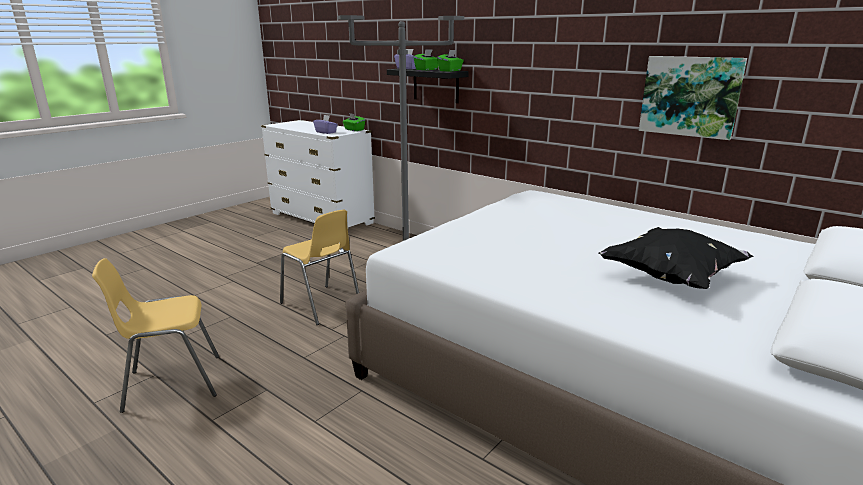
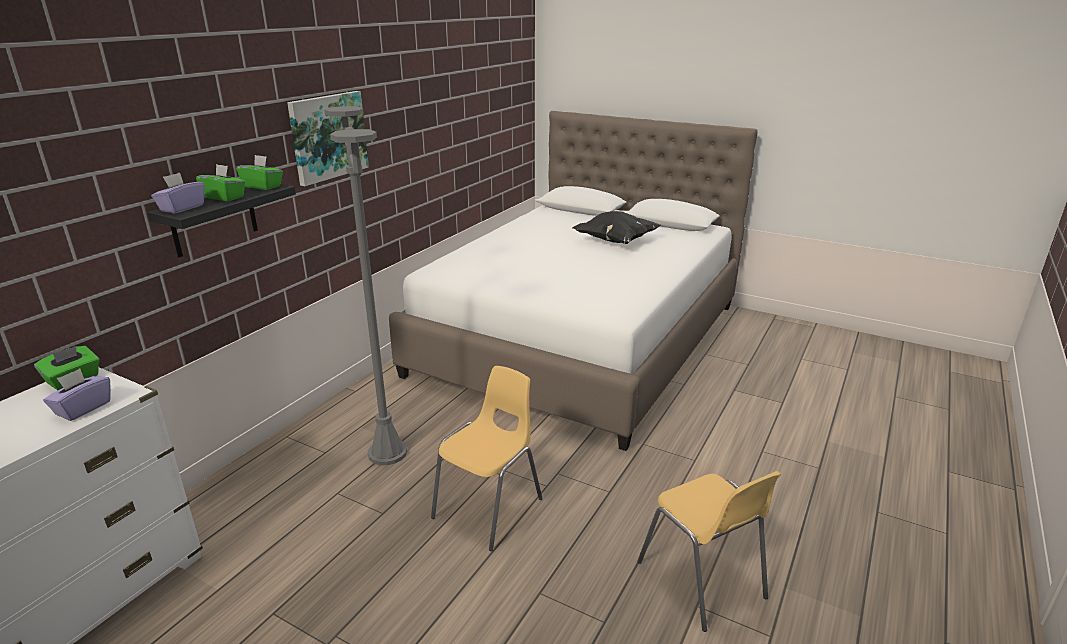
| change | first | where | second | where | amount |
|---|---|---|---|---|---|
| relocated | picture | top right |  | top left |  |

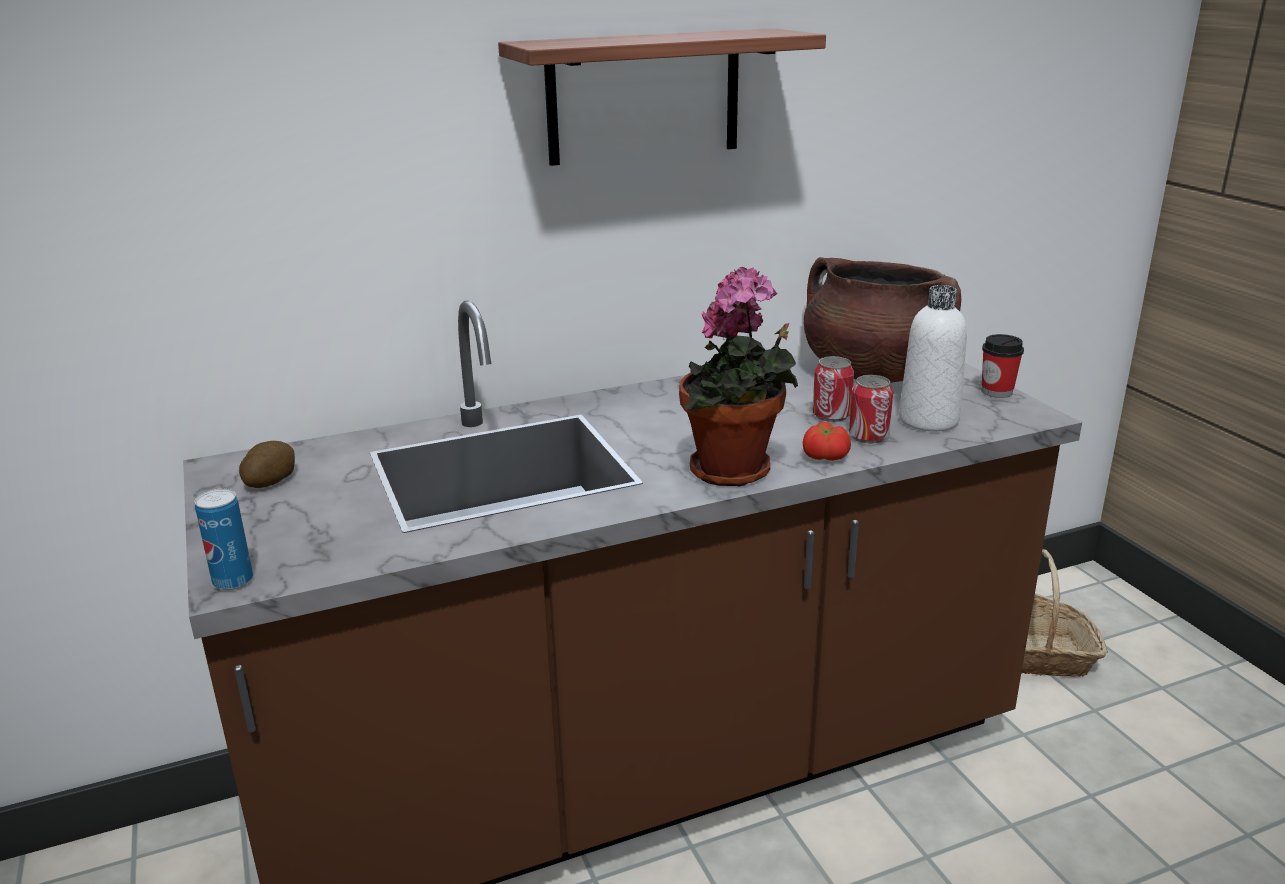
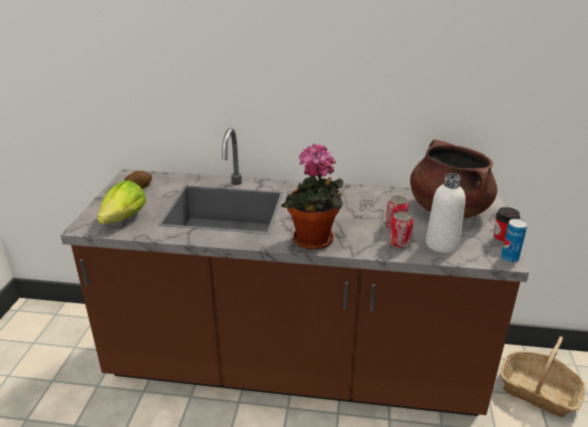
| change | first | where | second | where | amount |
|---|---|---|---|---|---|
| missing | shelf | top centre |  |  |  |
| missing | tomato | centre |  |  |  |
| relocated | can (no. 1 from left in the first image) | middle left | can (no. 3 from left) | middle right |  |
| appeared |  |  | lettuce | middle left |  |

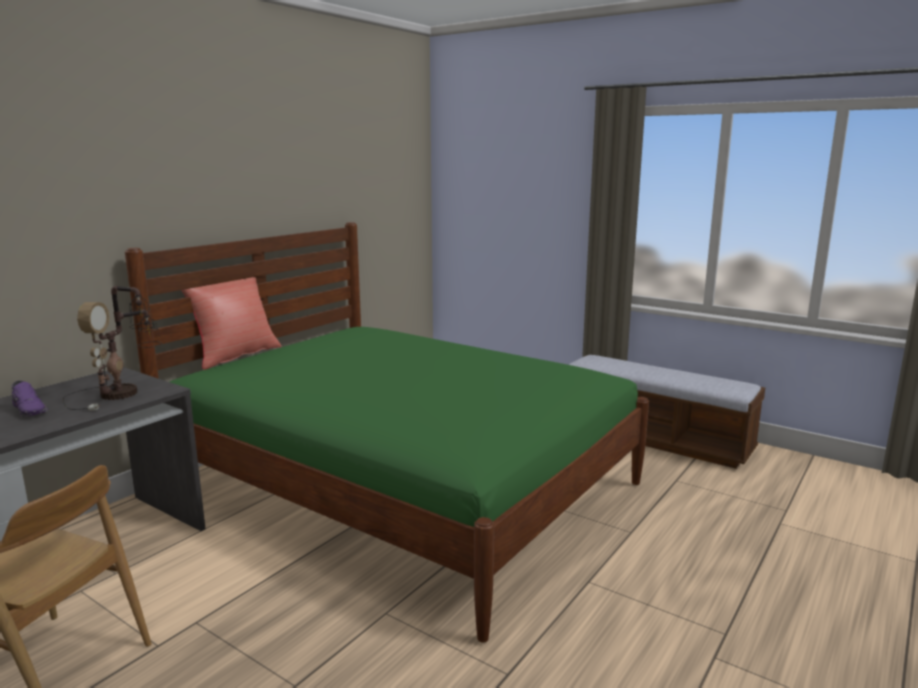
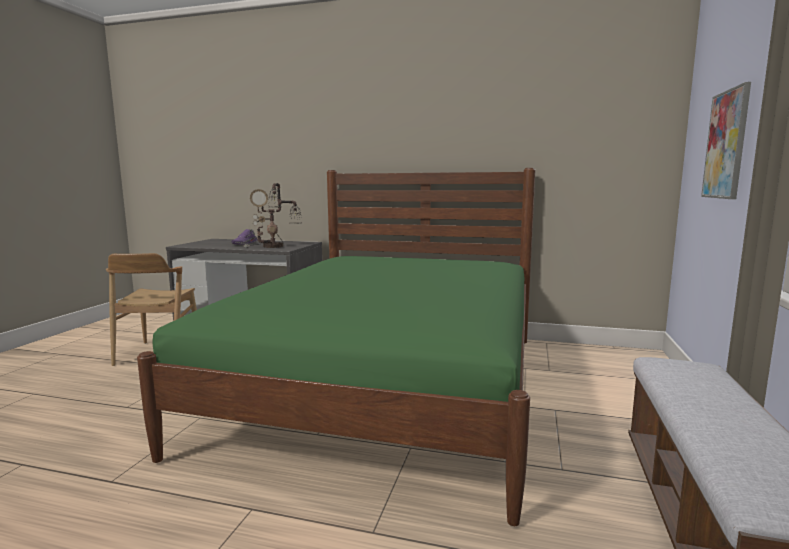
| change | first | where | second | where | amount |
|---|---|---|---|---|---|
| missing | red_pillow | middle left |  |  |  |
| appeared |  |  | picture | top right |  |

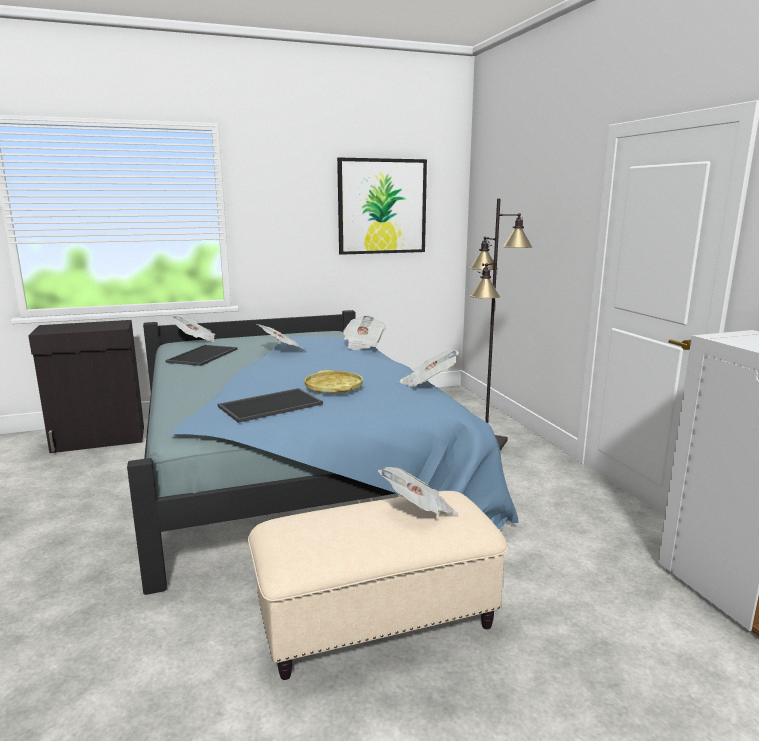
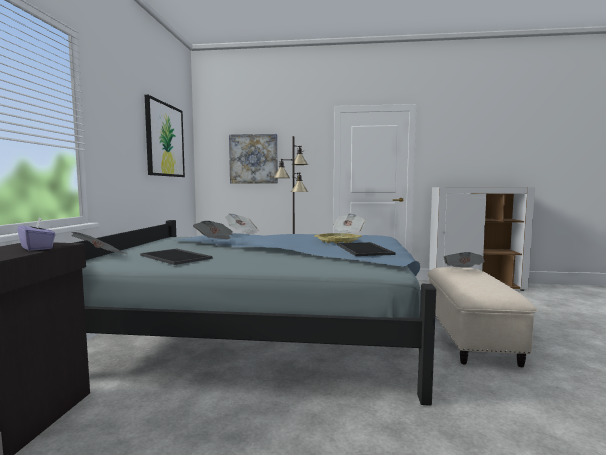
| change | first | where | second | where | amount |
|---|---|---|---|---|---|
| appeared |  |  | picture (no. 2 from left) | centre |  |
| appeared |  |  | purple_tissue_box | middle left |  |

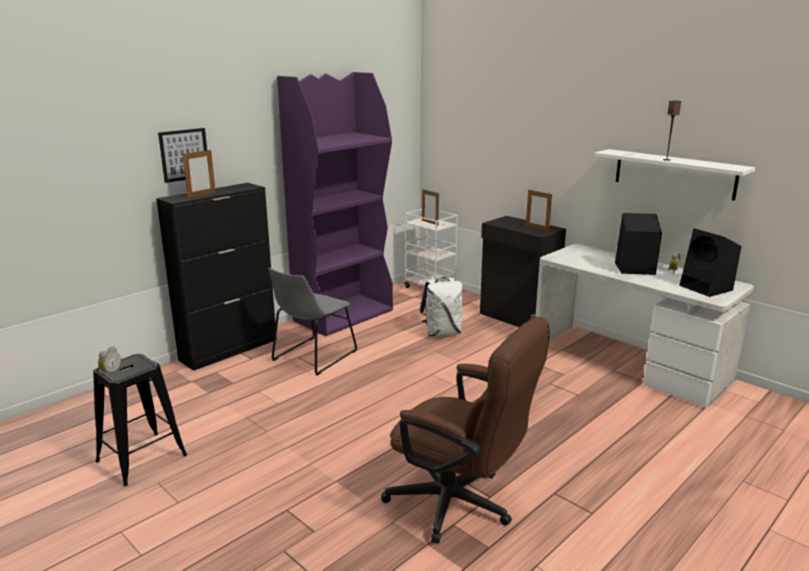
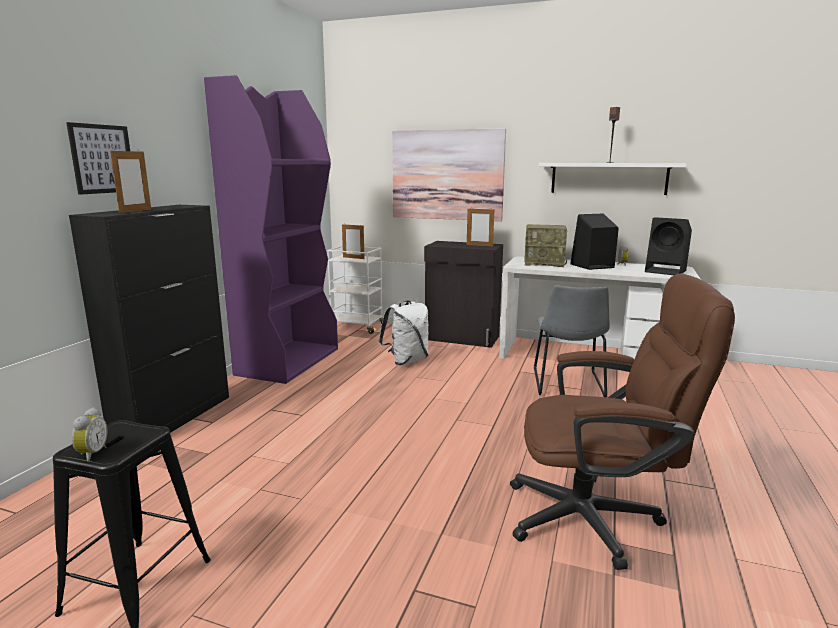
| change | first | where | second | where | amount |
|---|---|---|---|---|---|
| relocated | grey_chair | centre |  | middle right |  |
| appeared |  |  | picture (no. 2 from left) | top centre |  |
| appeared |  |  | radio | centre |  |

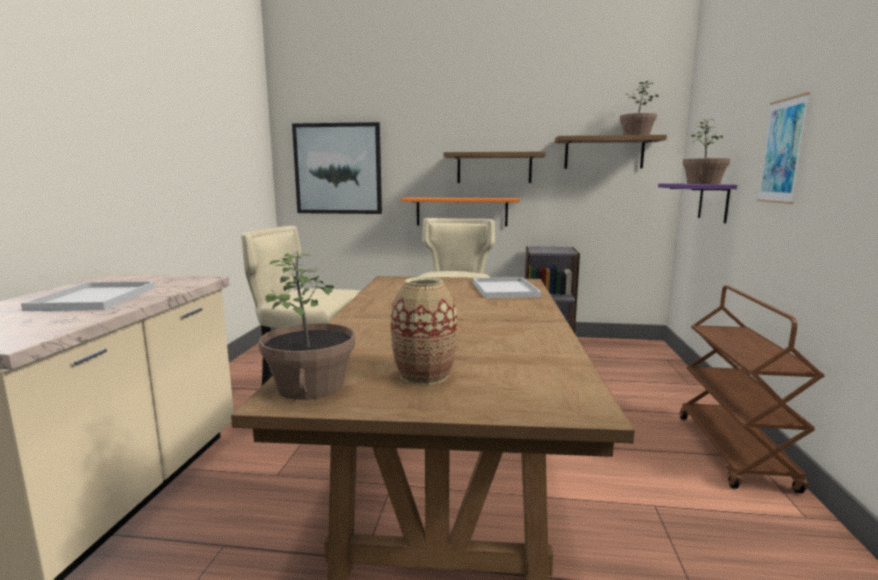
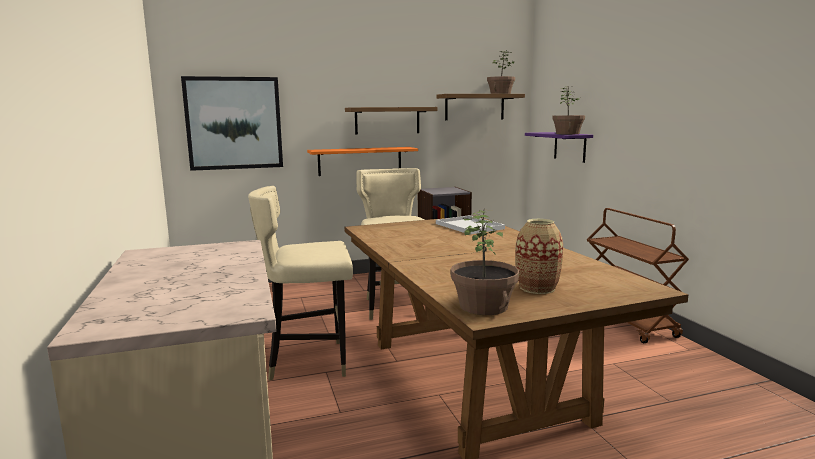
| change | first | where | second | where | amount |
|---|---|---|---|---|---|
| missing | picture (no. 2 from left) | top right |  |  |  |
| missing | white_tray (no. 1 from left) | middle left |  |  |  |

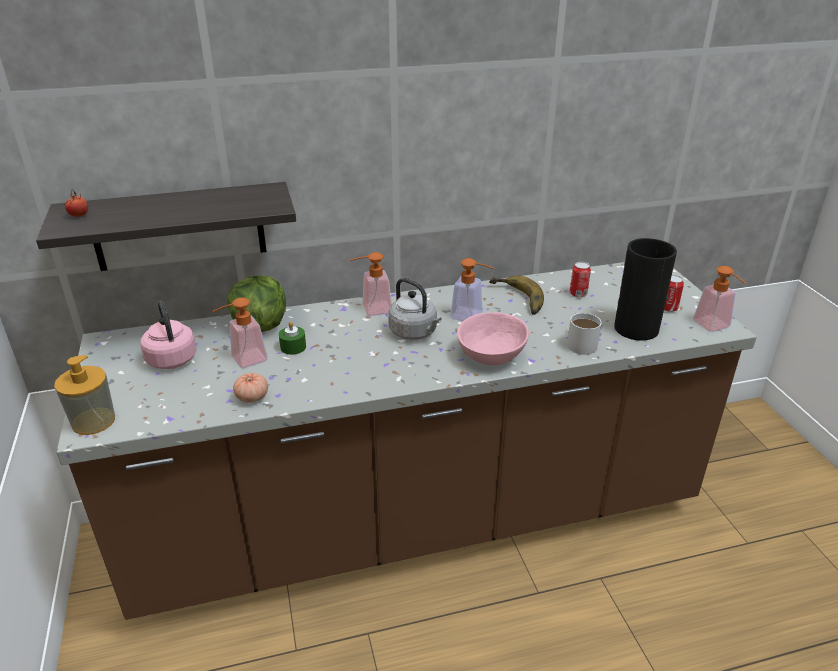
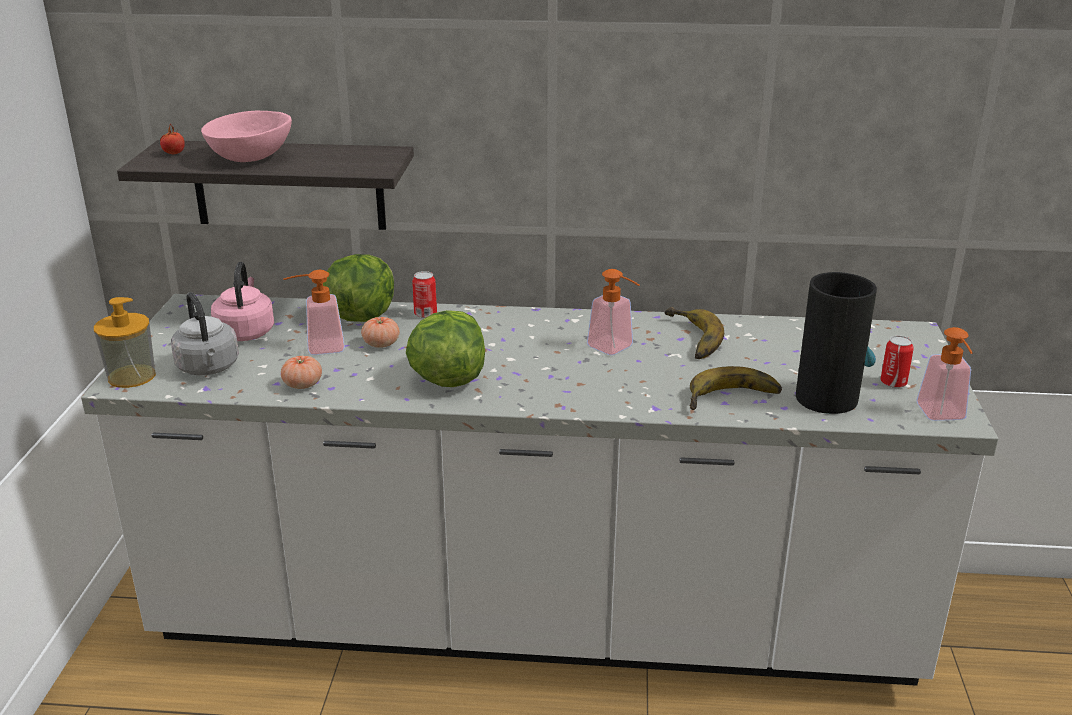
| change | first | where | second | where | amount |
|---|---|---|---|---|---|
| missing | soap_dispenser (no. 3 from left) | centre |  |  |  |
| colour | brown_counter | centre | white_counter | bottom centre |  |
| relocated | can (no. 1 from left) | middle right |  | centre |  |
| relocated | grey_kettle | centre |  | middle left |  |
| relocated | pink_bowl | centre |  | top left |  |
| exchanged | white_mug | middle right | banana (no. 2 from left) | middle right |  |
| exchanged | green_candle | centre | tomato (no. 3 from left) | centre |  |
| appeared |  |  | lettuce (no. 2 from left) | centre |  |

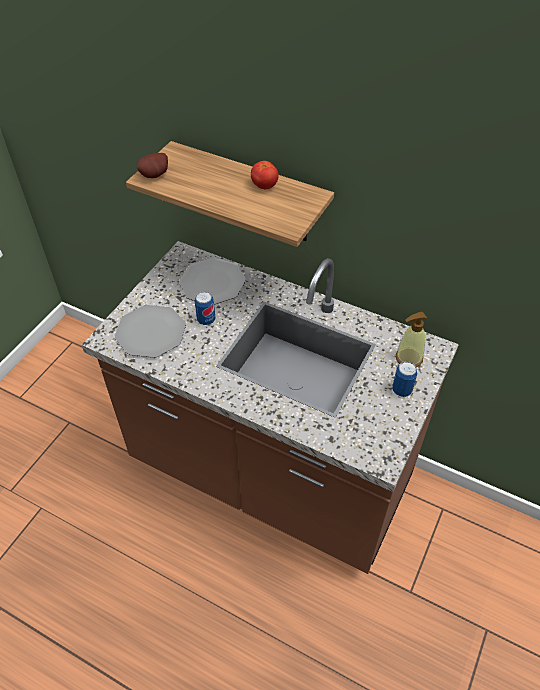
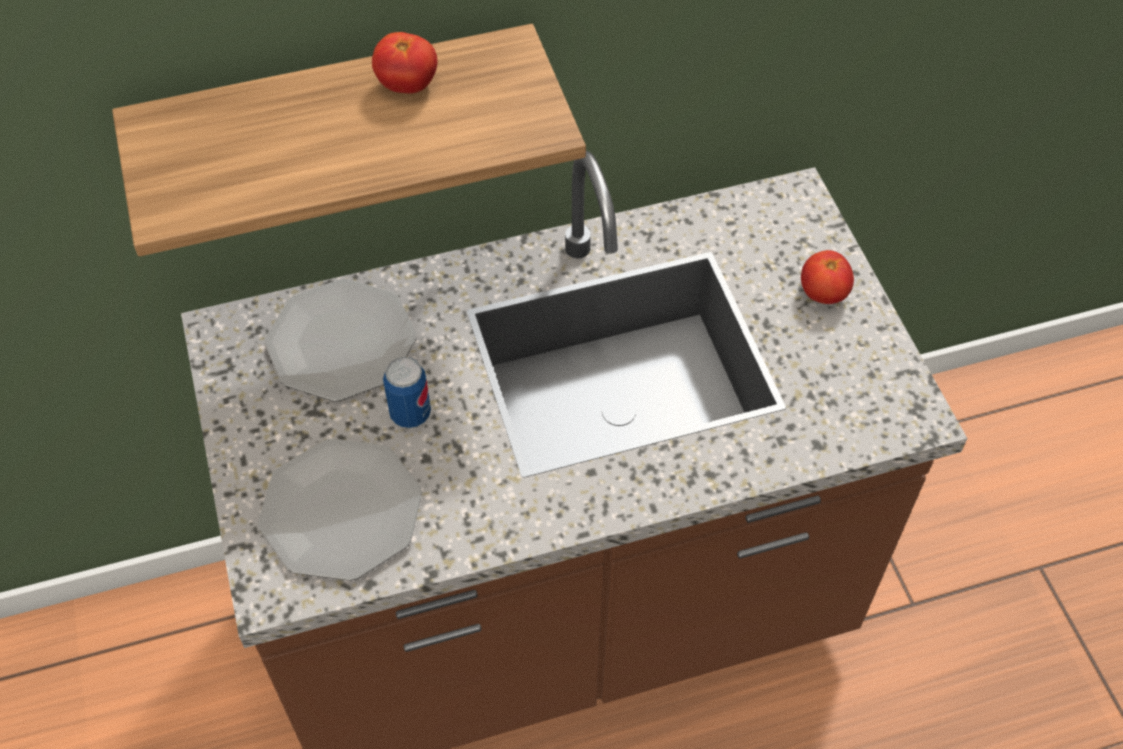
| change | first | where | second | where | amount |
|---|---|---|---|---|---|
| missing | potato | top left |  |  |  |
| missing | soap_dispenser | middle right |  |  |  |
| exchanged | can (no. 2 from left) | middle right | tomato (no. 2 from left) | middle right |  |

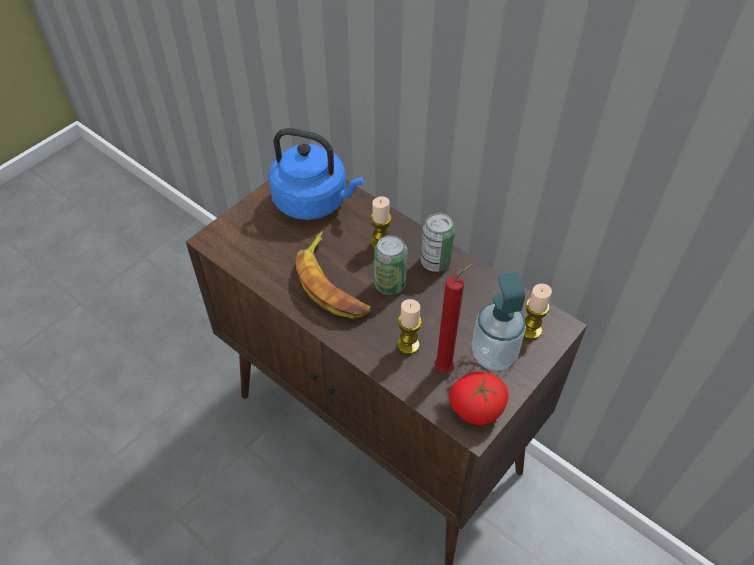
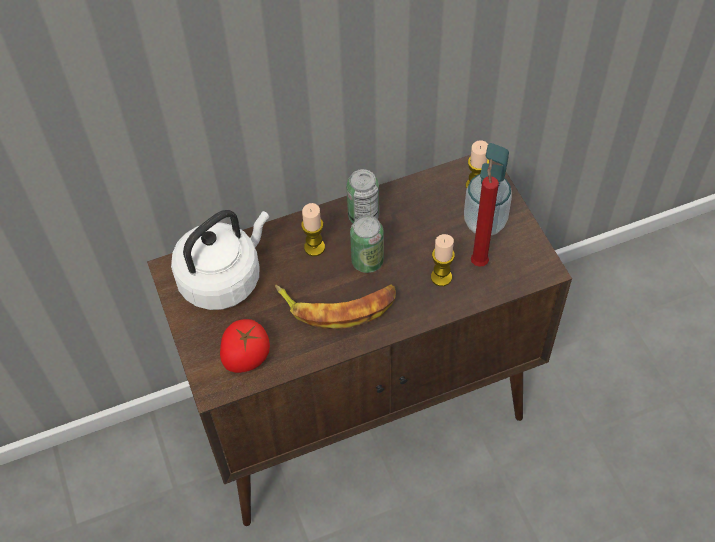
| change | first | where | second | where | amount |
|---|---|---|---|---|---|
| colour | blue_kettle | top centre | white_kettle | middle left |  |
| relocated | tomato | bottom centre |  | centre |  |

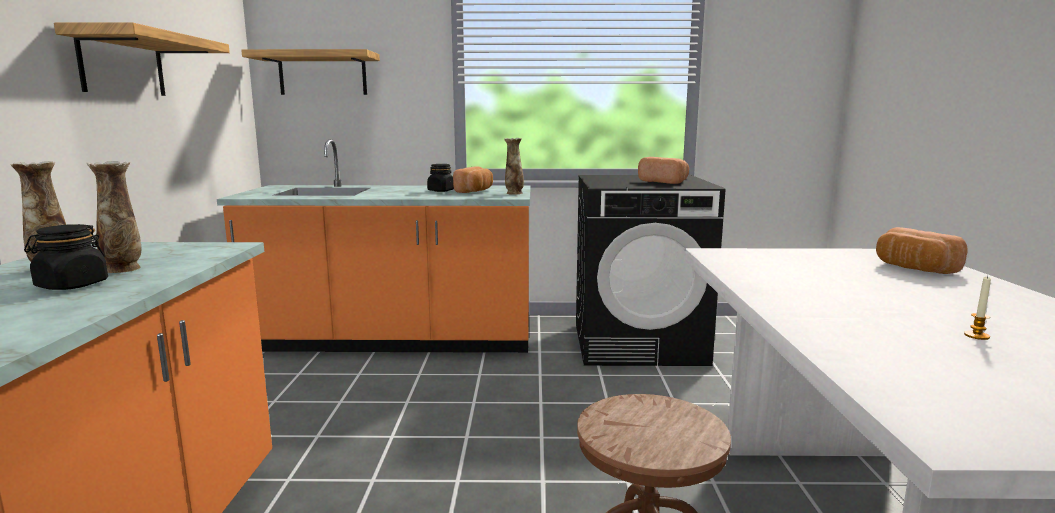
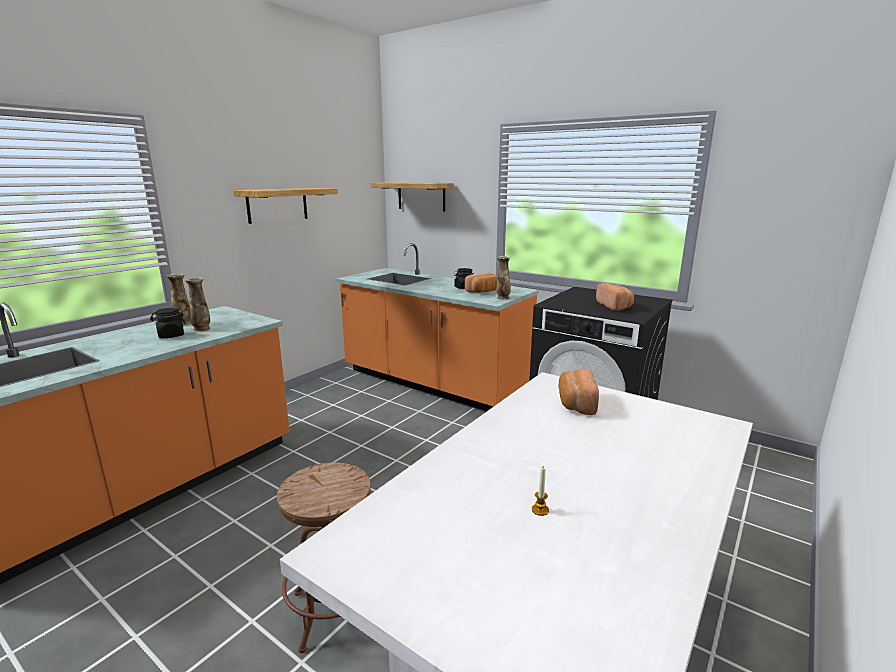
| change | first | where | second | where | amount |
|---|---|---|---|---|---|
| relocated | bread (no. 3 from left in the first image) | middle right | bread (no. 2 from left) | centre |  |

